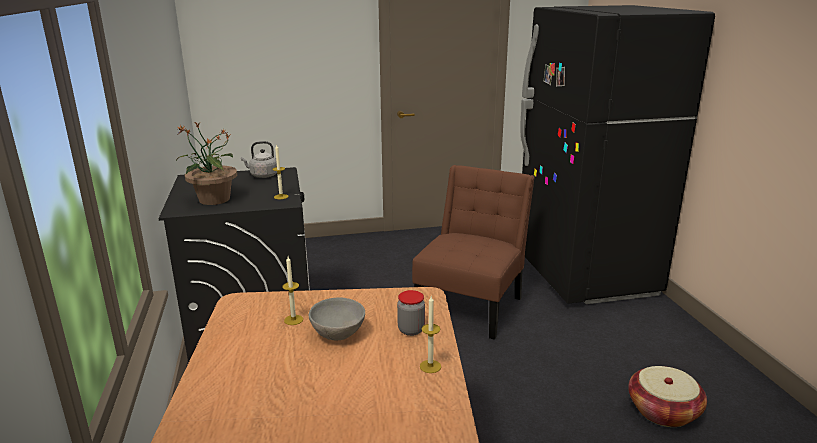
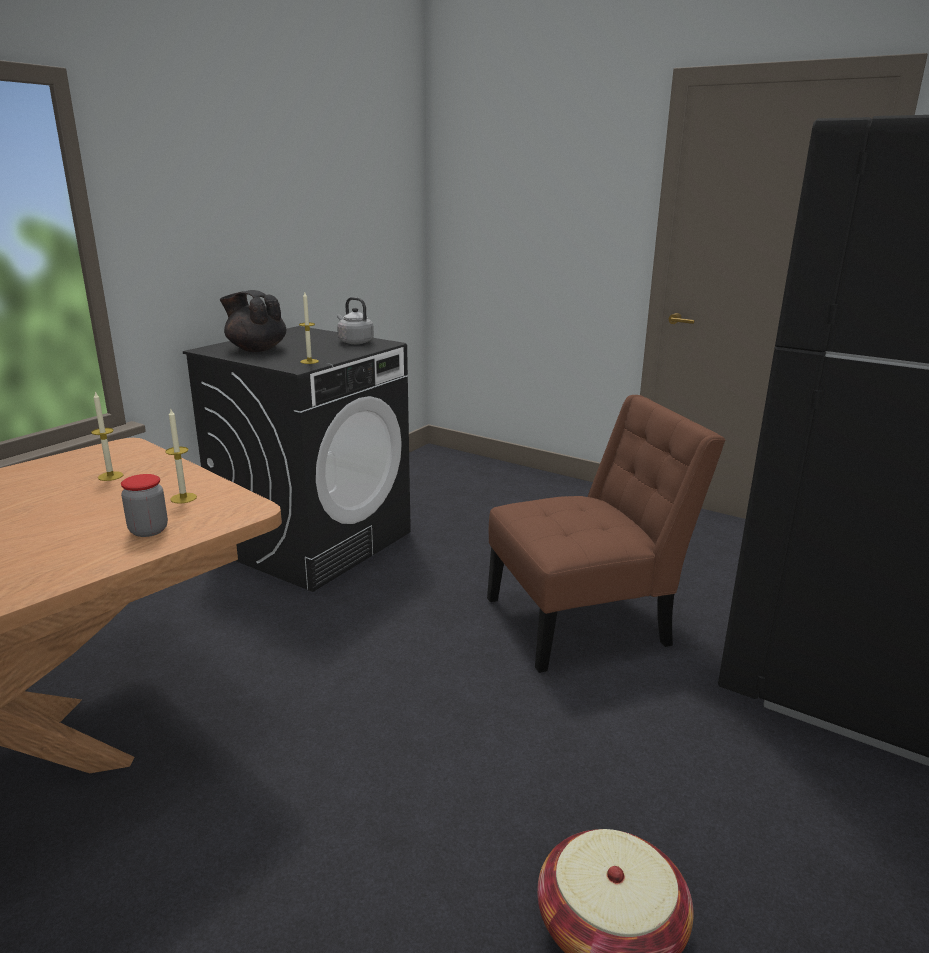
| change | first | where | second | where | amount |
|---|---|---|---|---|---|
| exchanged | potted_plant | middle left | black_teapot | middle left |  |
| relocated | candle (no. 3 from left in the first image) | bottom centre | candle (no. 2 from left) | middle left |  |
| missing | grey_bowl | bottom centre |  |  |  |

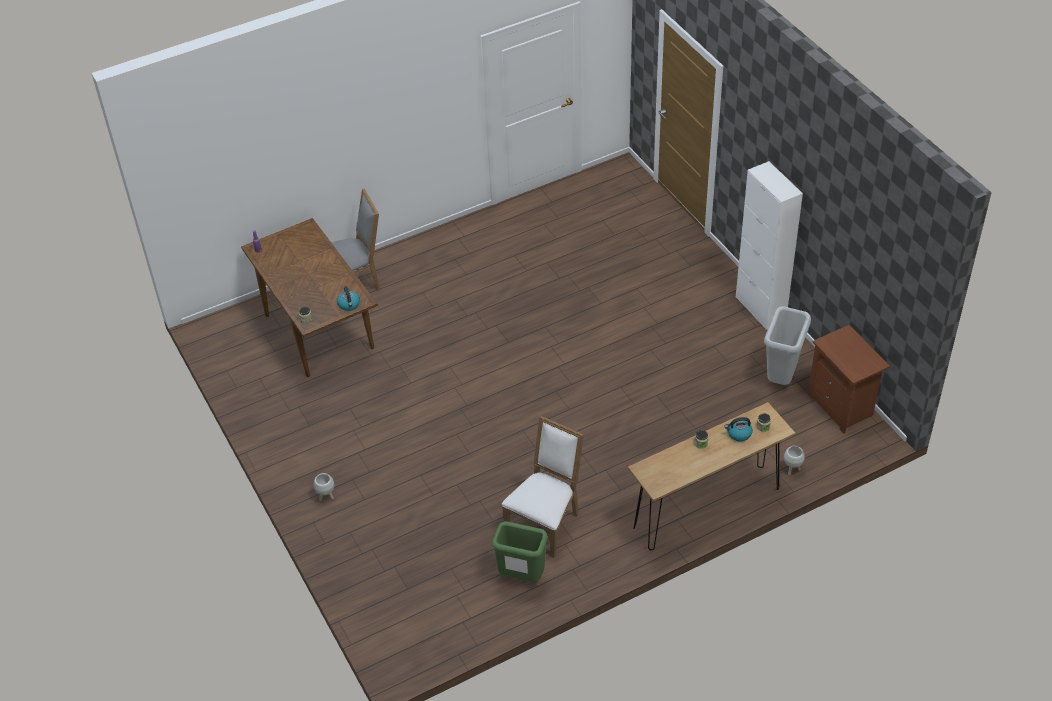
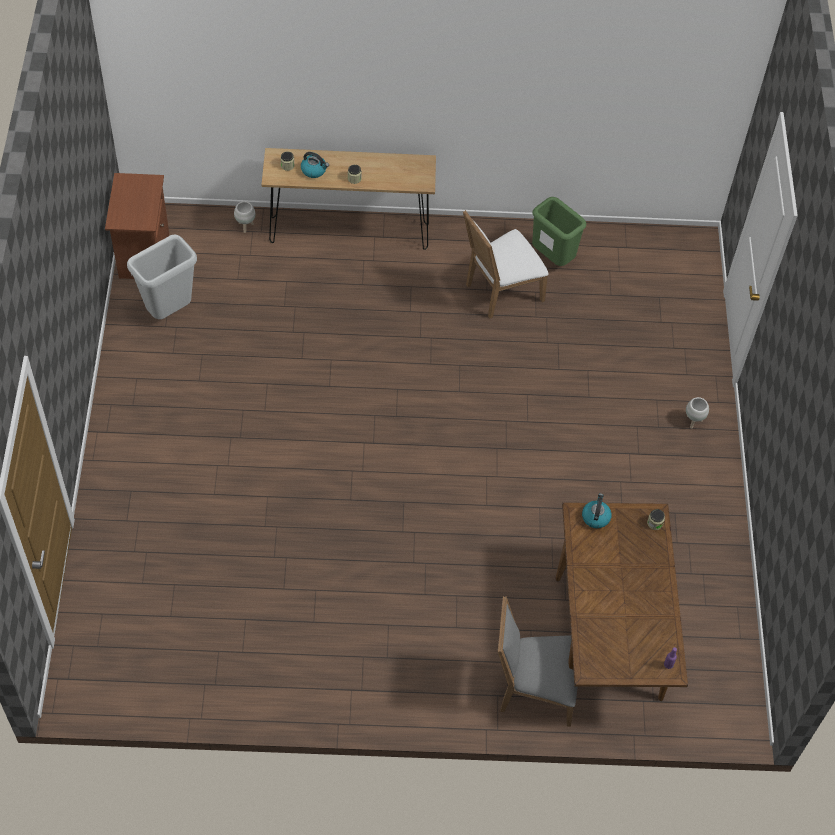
| change | first | where | second | where | amount |
|---|---|---|---|---|---|
| missing | white_cabinet | middle right |  |  |  |

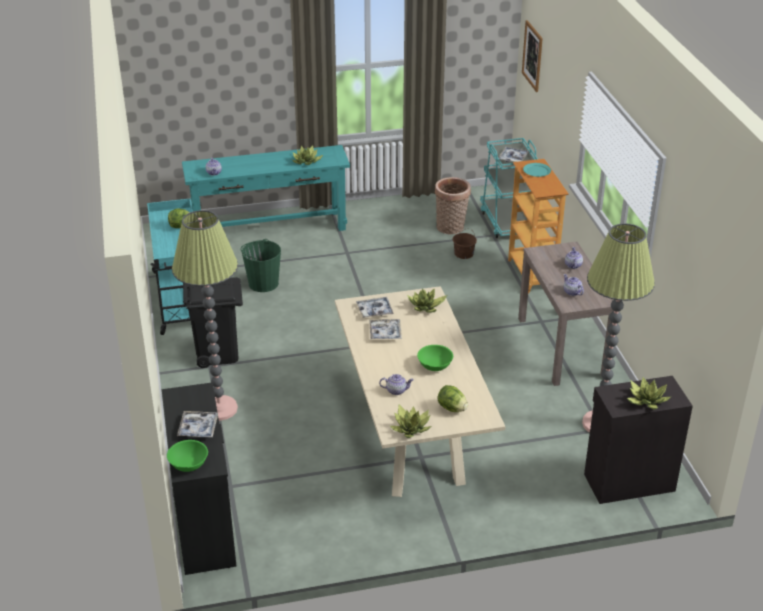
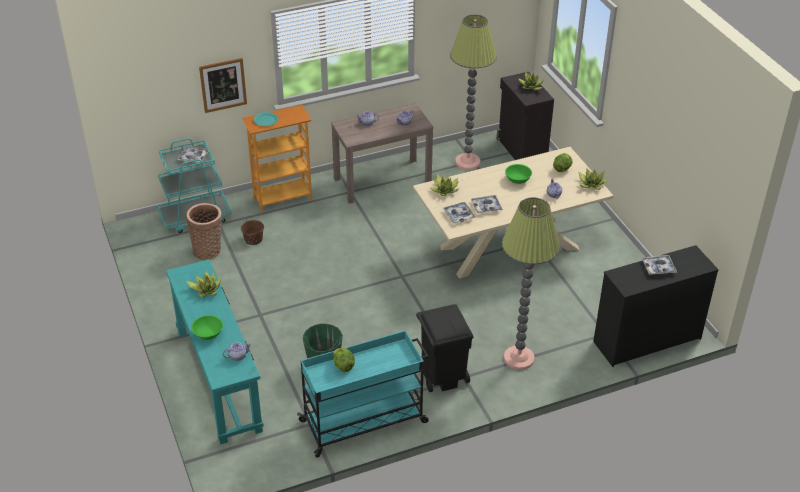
| change | first | where | second | where | amount |
|---|---|---|---|---|---|
| relocated | picture | top right |  | top left |  |
| relocated | green_bowl (no. 1 from left) | bottom left |  | middle left |  |

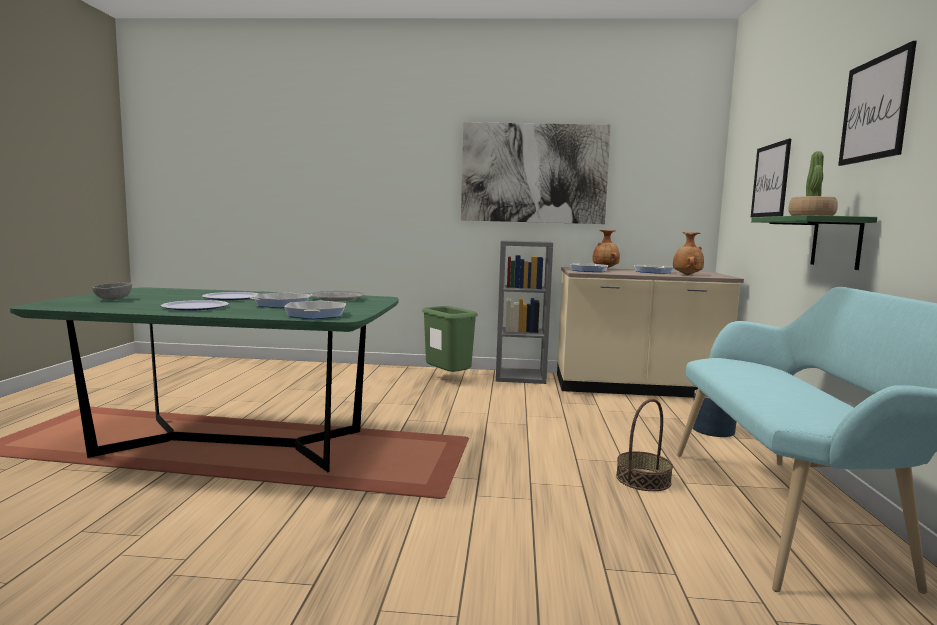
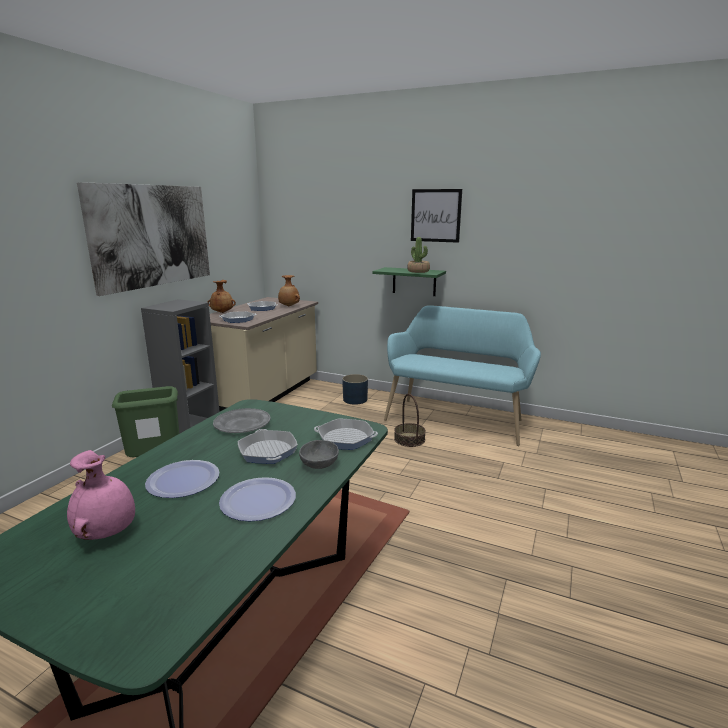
| change | first | where | second | where | amount |
|---|---|---|---|---|---|
| missing | picture (no. 2 from left) | top right |  |  |  |
| relocated | grey_bowl | middle left |  | centre |  |
| appeared |  |  | pink_vase | bottom left |  |

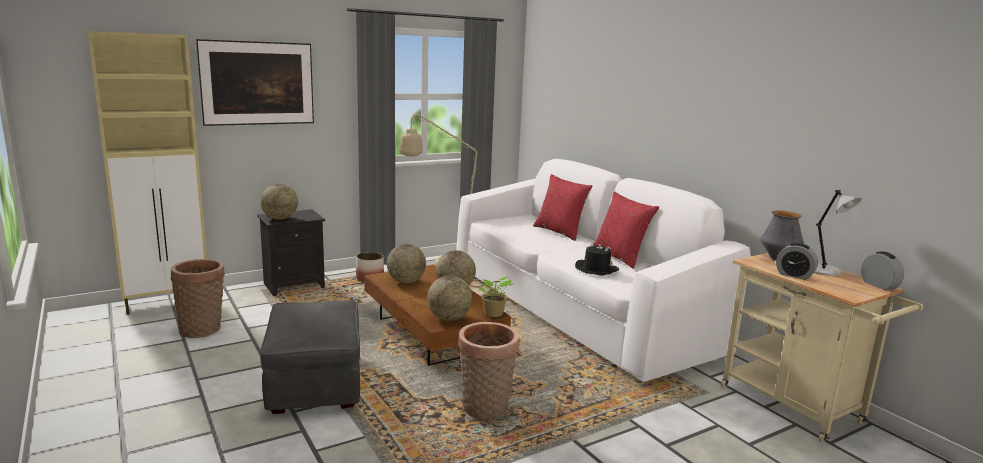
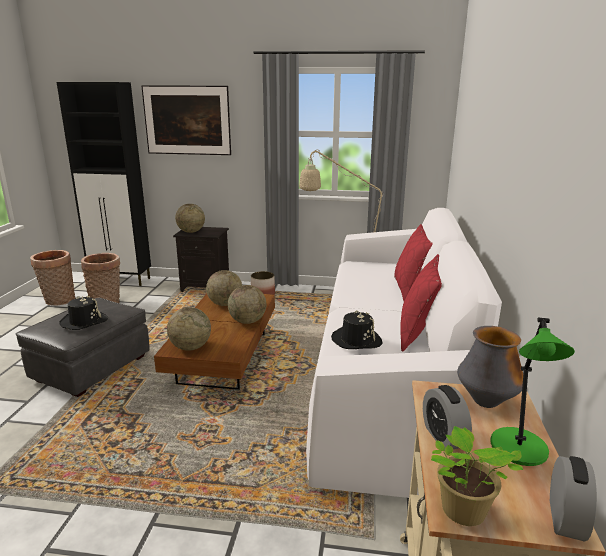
| change | first | where | second | where | amount |
|---|---|---|---|---|---|
| colour | beige_cabinet | middle left | black_cabinet | top left |  |
| colour | grey_table_lamp | middle right | green_table_lamp | bottom right |  |
| relocated | potted_plant | centre |  | bottom right |  |
| relocated | basket (no. 2 from left in the first image) | bottom centre | basket (no. 1 from left) | middle left |  |
| appeared |  |  | black_hat (no. 1 from left) | middle left |  |

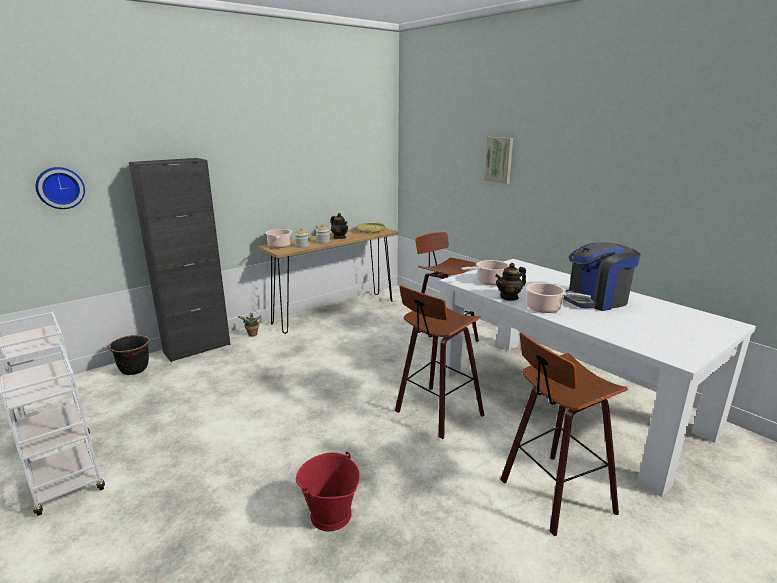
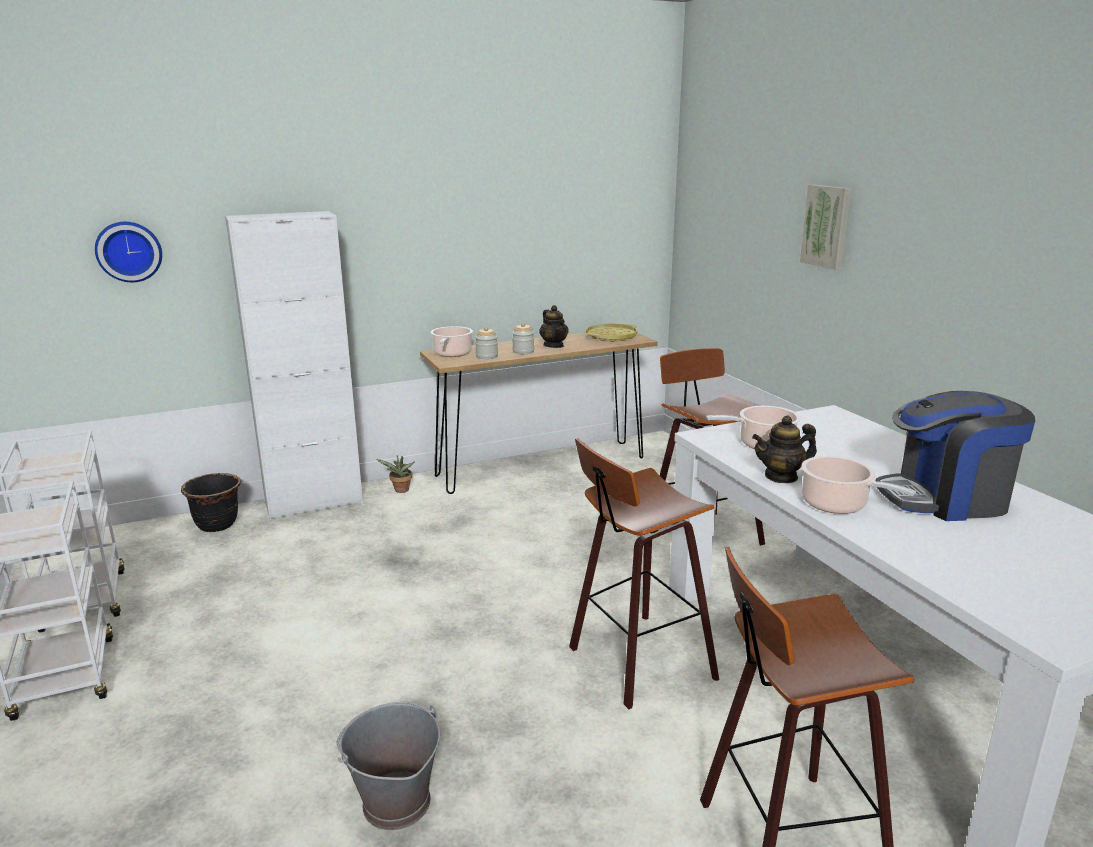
| change | first | where | second | where | amount |
|---|---|---|---|---|---|
| colour | black_cabinet | middle left | white_cabinet | middle left |  |
| colour | red_bucket | bottom centre | grey_bucket | bottom centre |  |

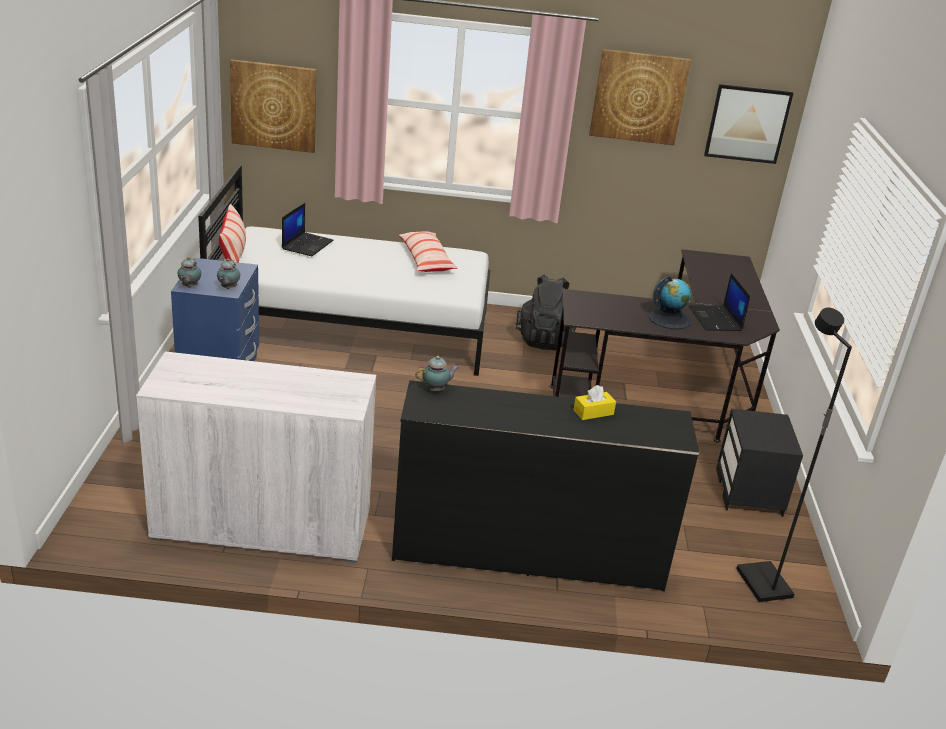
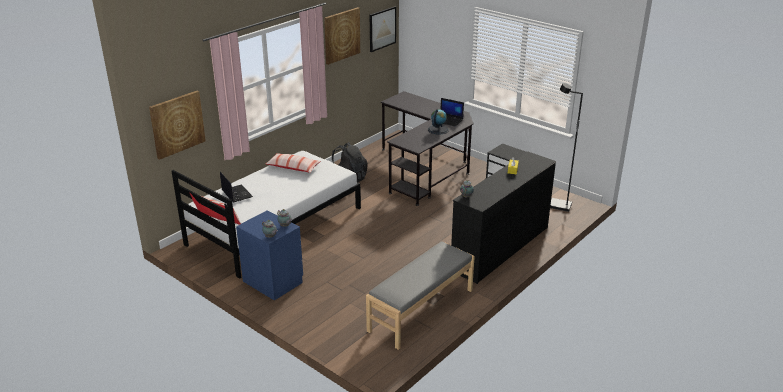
| change | first | where | second | where | amount |
|---|---|---|---|---|---|
| exchanged | white_cabinet | middle left | grey_bench | bottom centre |  |

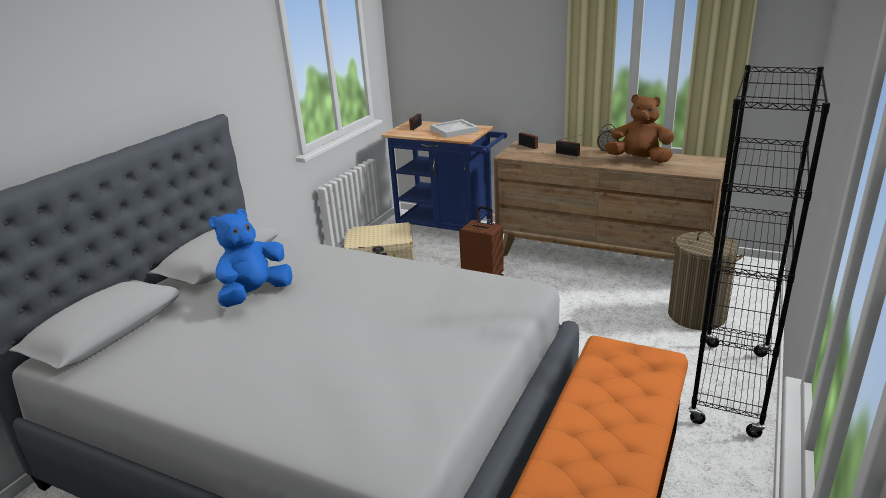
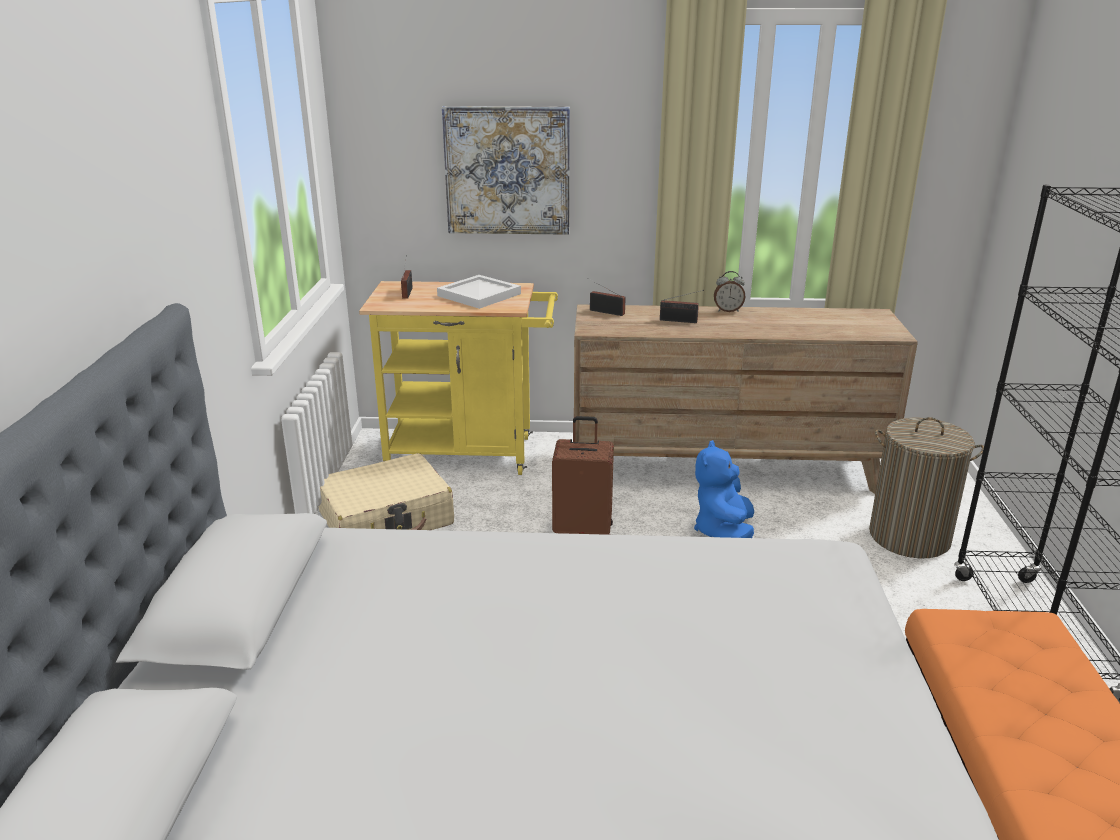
| change | first | where | second | where | amount |
|---|---|---|---|---|---|
| missing | brown_plush_toy | top right |  |  |  |
| colour | blue_cart | centre | yellow_cart | centre |  |
| relocated | blue_plush_toy | middle left |  | centre |  |
| appeared |  |  | picture | top centre |  |

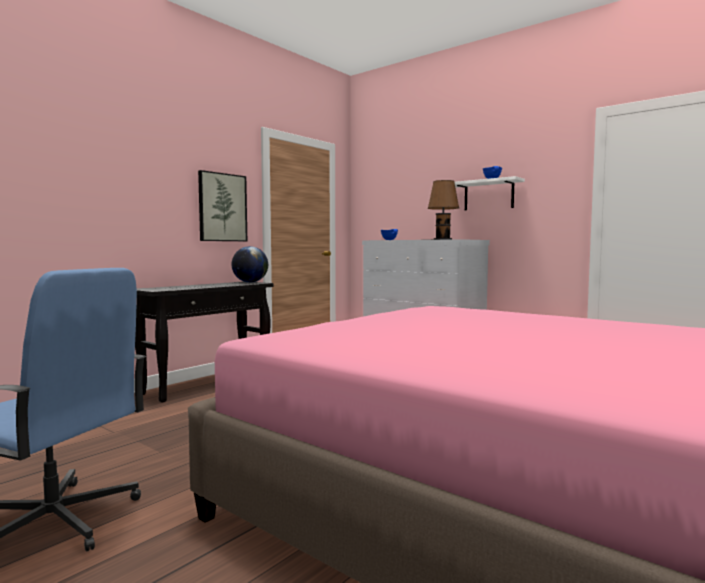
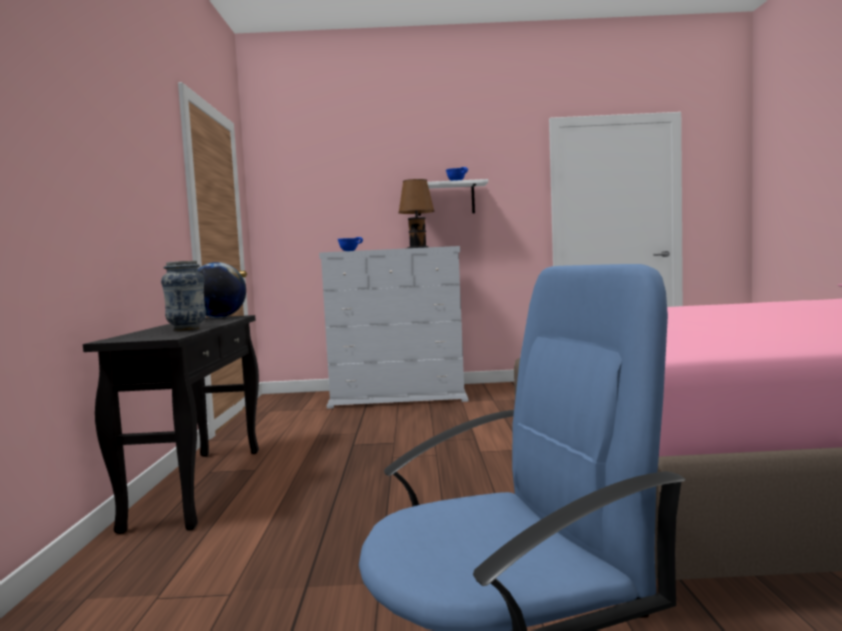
| change | first | where | second | where | amount |
|---|---|---|---|---|---|
| missing | picture | middle left |  |  |  |
| appeared |  |  | vase | middle left |  |

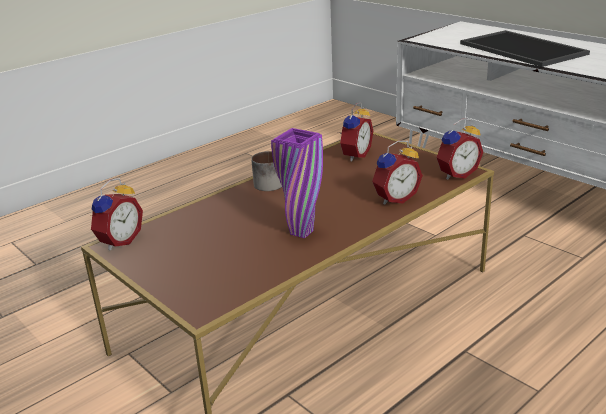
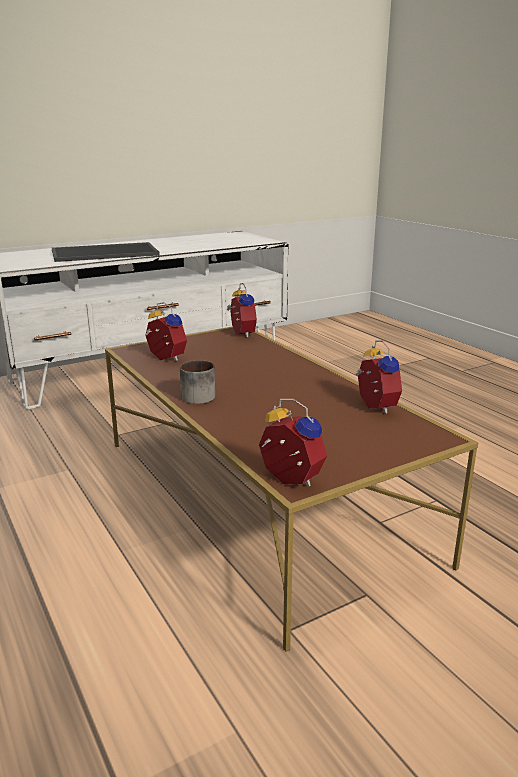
| change | first | where | second | where | amount |
|---|---|---|---|---|---|
| missing | purple_vase | centre |  |  |  |
| relocated | alarm_clock (no. 3 from left in the first image) | centre | alarm_clock (no. 4 from left) | middle right |  |

